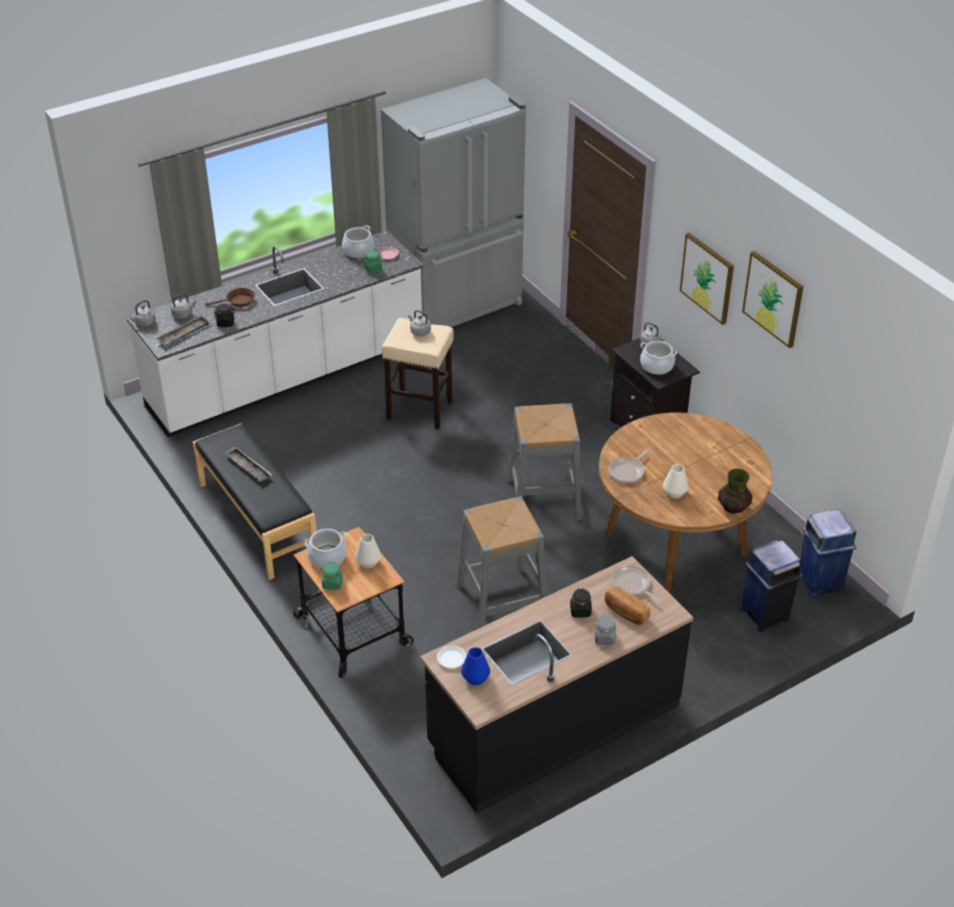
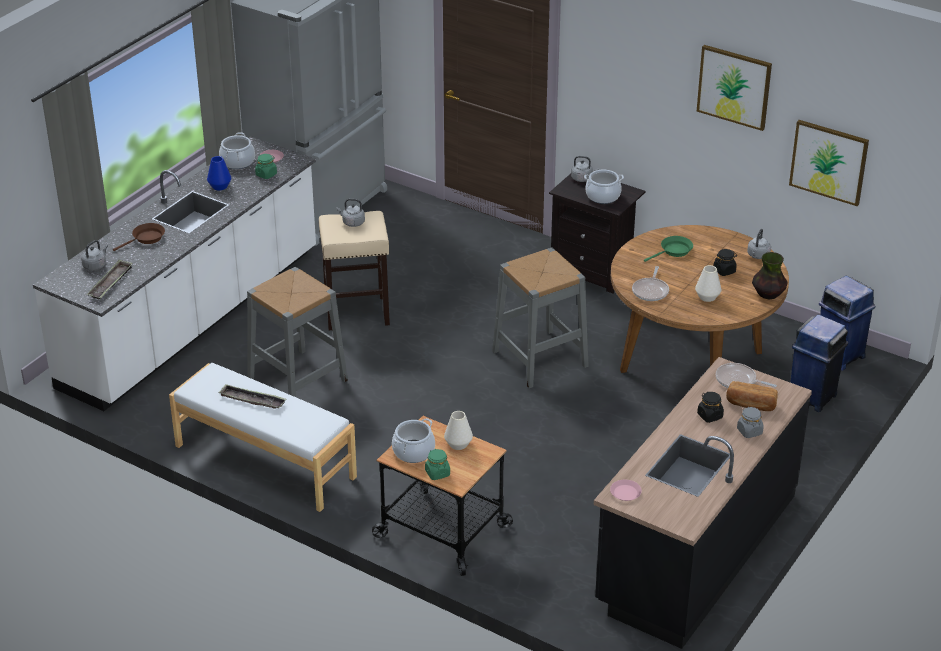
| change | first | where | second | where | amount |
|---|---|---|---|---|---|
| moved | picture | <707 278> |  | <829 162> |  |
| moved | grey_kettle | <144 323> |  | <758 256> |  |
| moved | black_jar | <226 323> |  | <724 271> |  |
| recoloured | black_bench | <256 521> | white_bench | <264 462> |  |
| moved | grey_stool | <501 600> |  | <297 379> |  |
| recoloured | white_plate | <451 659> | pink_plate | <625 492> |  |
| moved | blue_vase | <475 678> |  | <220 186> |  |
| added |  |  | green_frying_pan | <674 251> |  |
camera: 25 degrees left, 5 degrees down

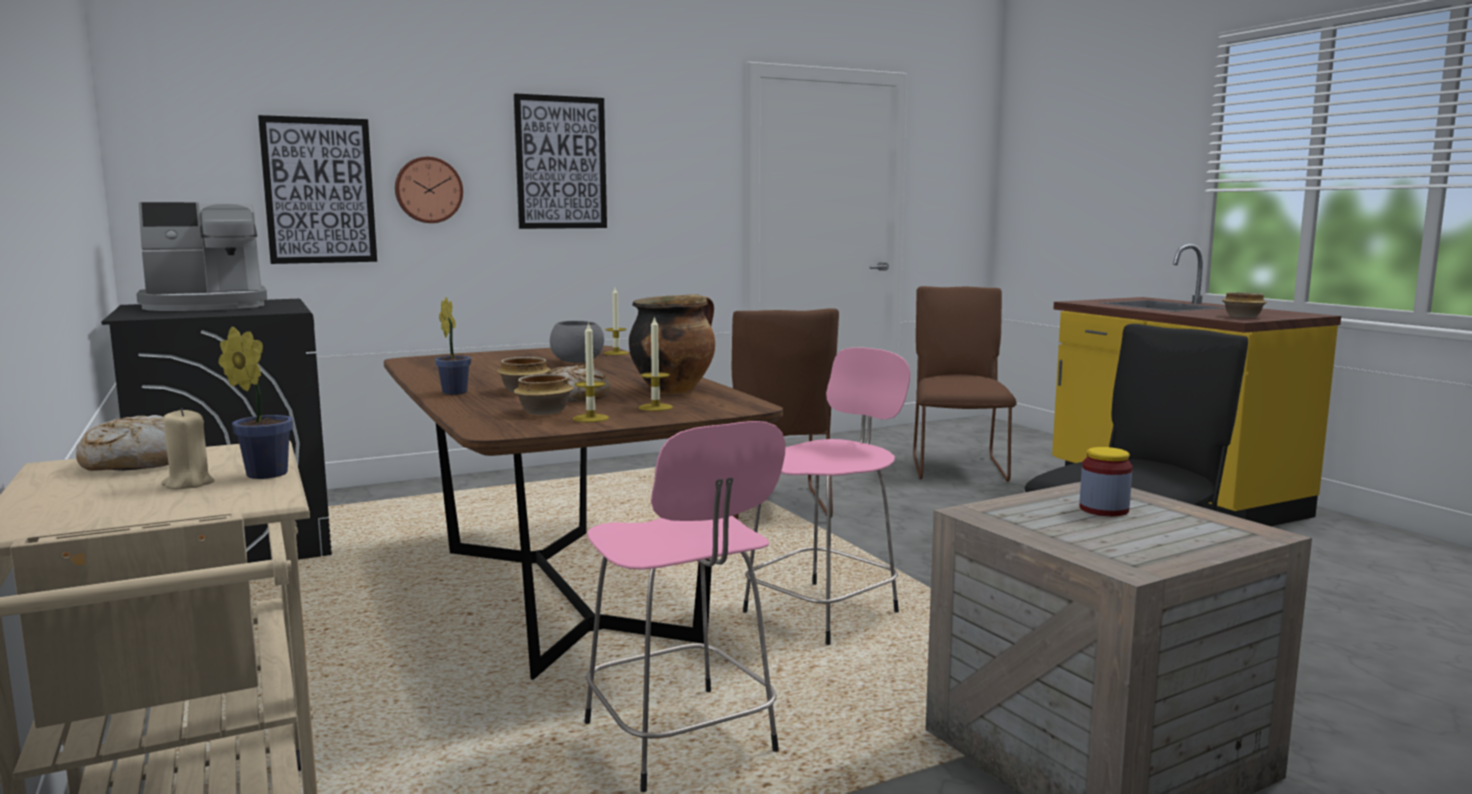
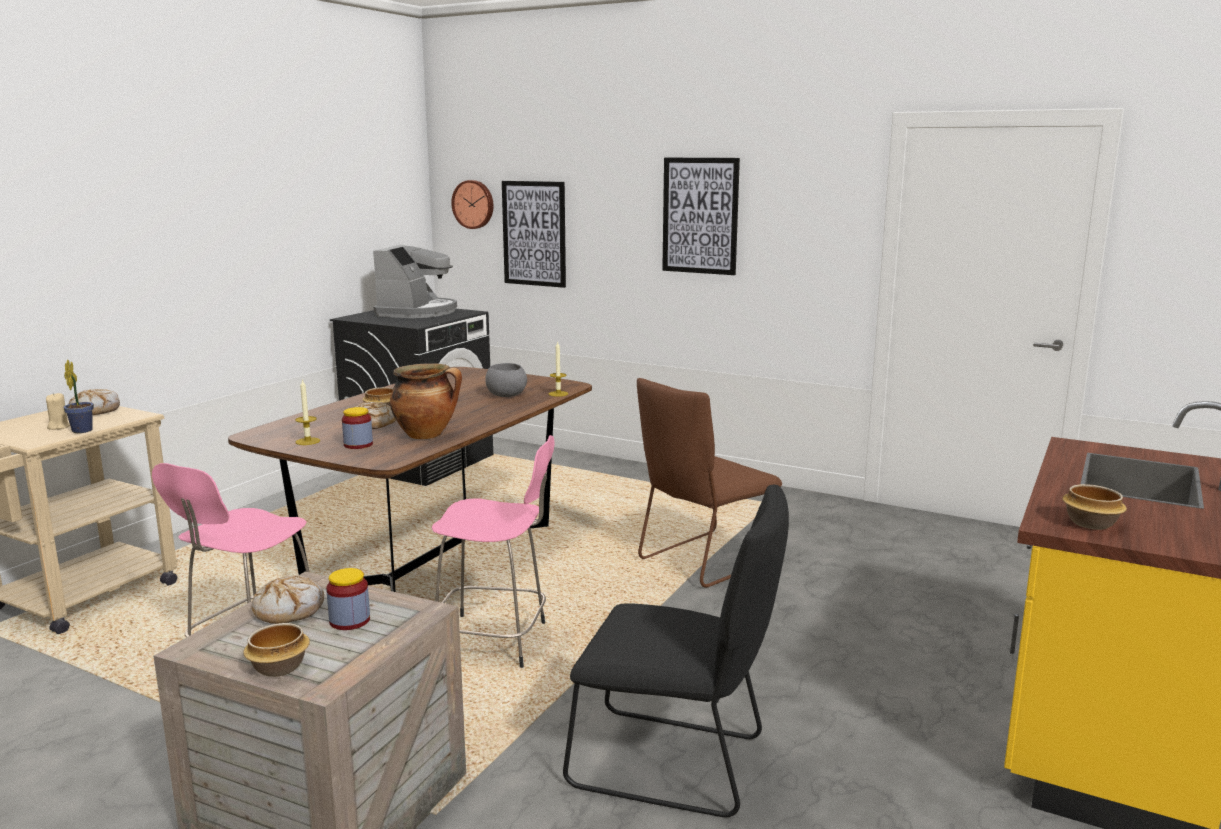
| change | first | where | second | where | amount |
|---|---|---|---|---|---|
| moved | wall_clock | <428 190> |  | <474 204> |  |
| turned | coffee_machine | <206 306> |  | <417 312> | 105 degrees counterclockwise |
| removed | brown_chair | <957 467> |  |  |  |
| removed | potted_plant | <456 392> |  |  |  |
| replaced | candle | <655 407> | jar | <358 445> |  |
| moved | bowl | <545 412> |  | <279 668> |  |
| added |  |  | bread | <289 610> |  |
camera: 55 degrees right, 5 degrees up

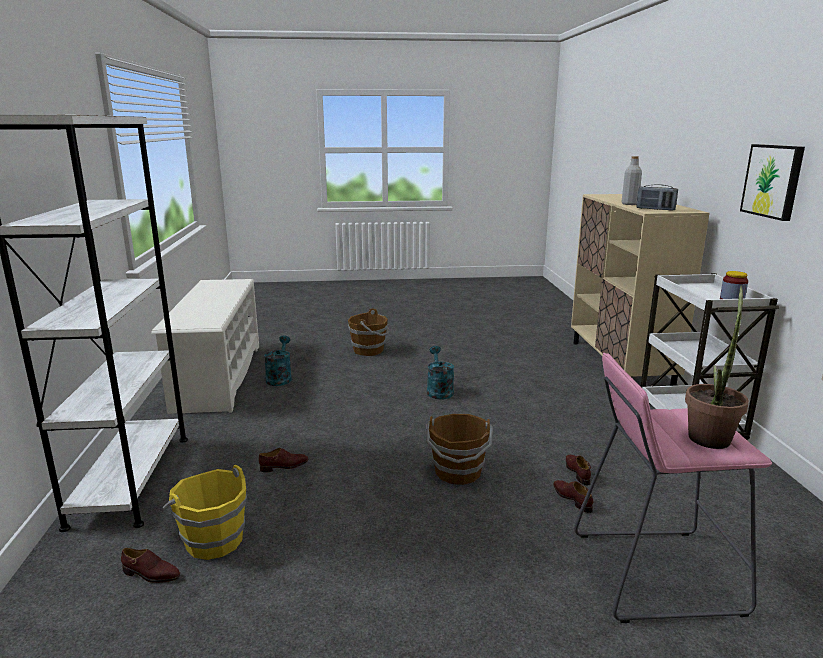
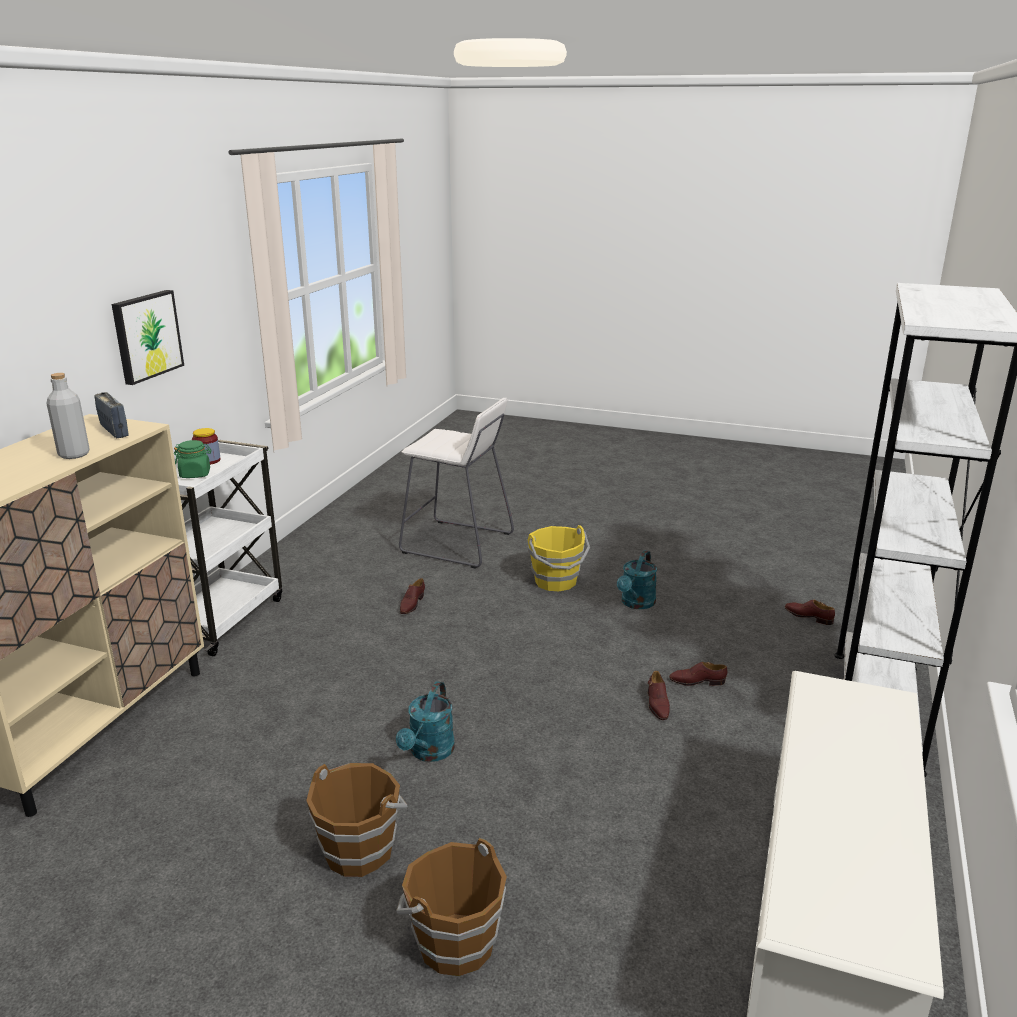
| change | first | where | second | where | amount |
|---|---|---|---|---|---|
| removed | potted_plant | <710 435> |  |  |  |
| moved | turquoise_watering_can | <279 378> |  | <636 604> |  |
| recoloured | pink_stool | <655 572> | white_stool | <457 544> |  |
| moved | brown_bucket | <458 473> |  | <360 849> |  |
| moved | yellow_bucket | <213 540> |  | <556 581> |  |
| moved | brown_shoe | <572 499> |  | <657 704> |  |
| added |  |  | green_jar | <195 474> |  |
camera: 155 degrees left, 5 degrees up

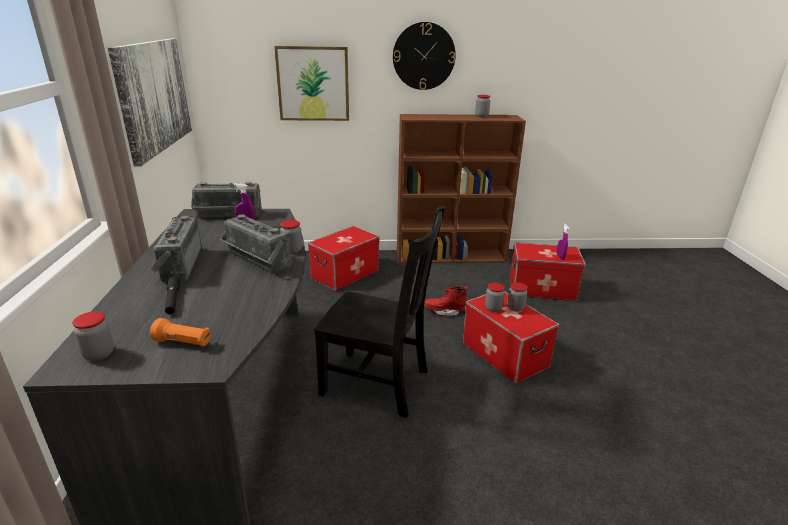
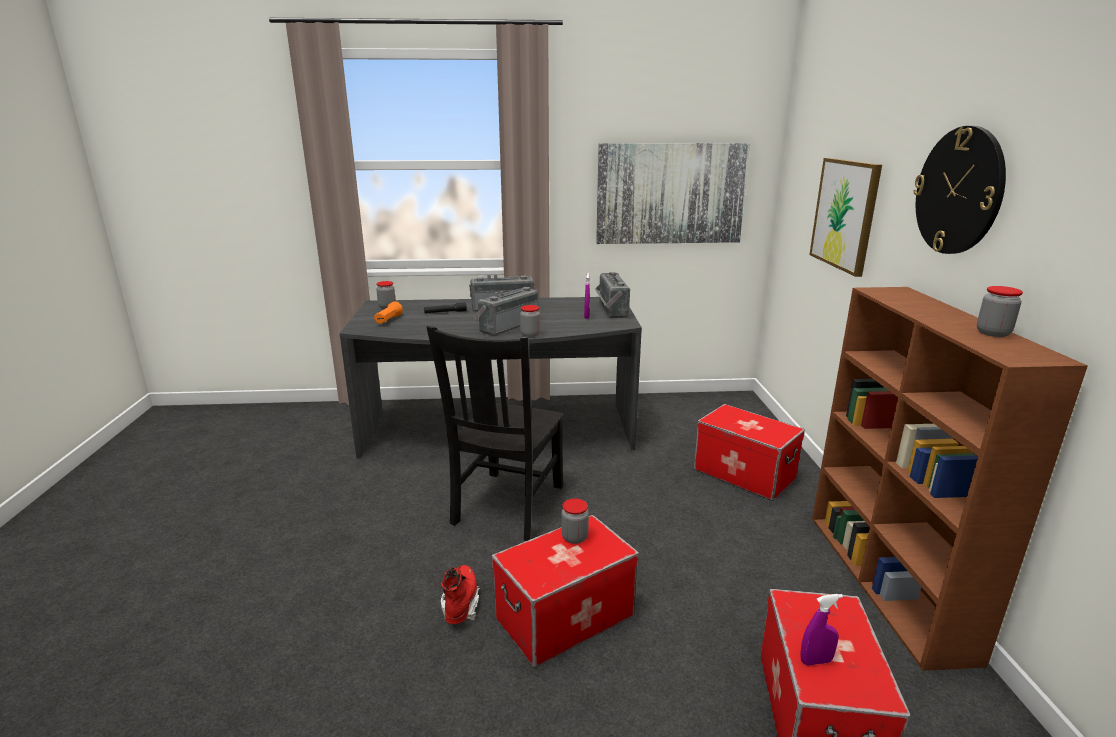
| change | first | where | second | where | amount |
|---|---|---|---|---|---|
| removed | jar | <515 308> |  |  |  |
| moved | red_boot | <444 311> |  | <460 604> |  |
camera: 90 degrees right, 5 degrees down

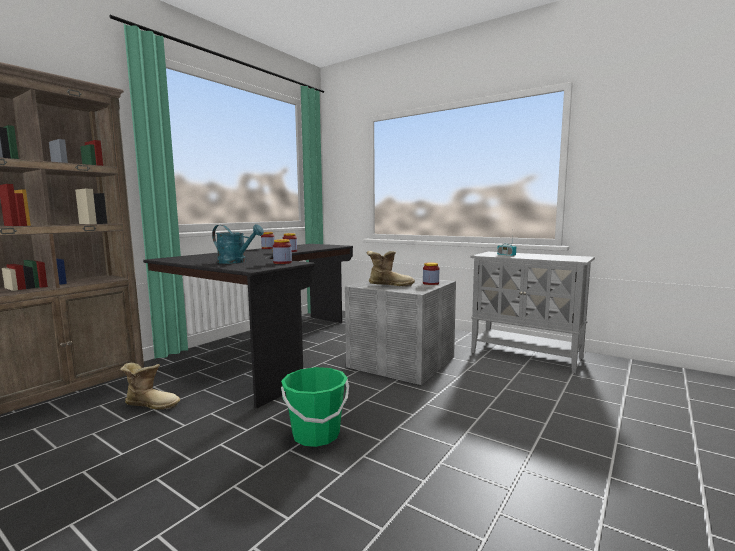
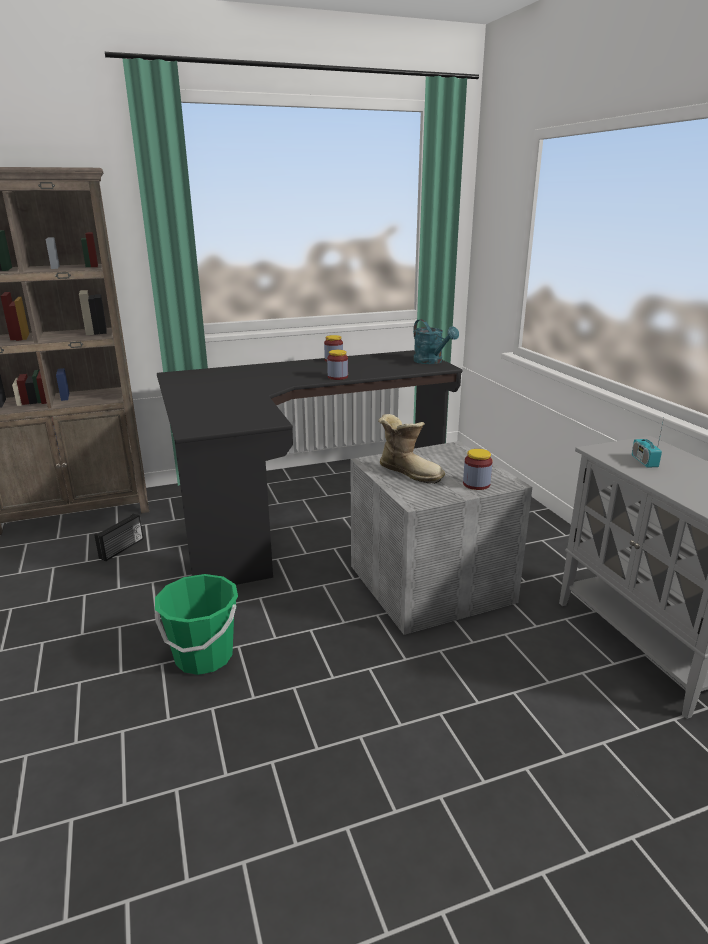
| change | first | where | second | where | amount |
|---|---|---|---|---|---|
| moved | turquoise_watering_can | <236 262> |  | <431 362> |  |
| removed | jar | <282 263> |  |  |  |
| replaced | boot | <152 404> | radio | <122 548> |  |
camera: 35 degrees right, 15 degrees up

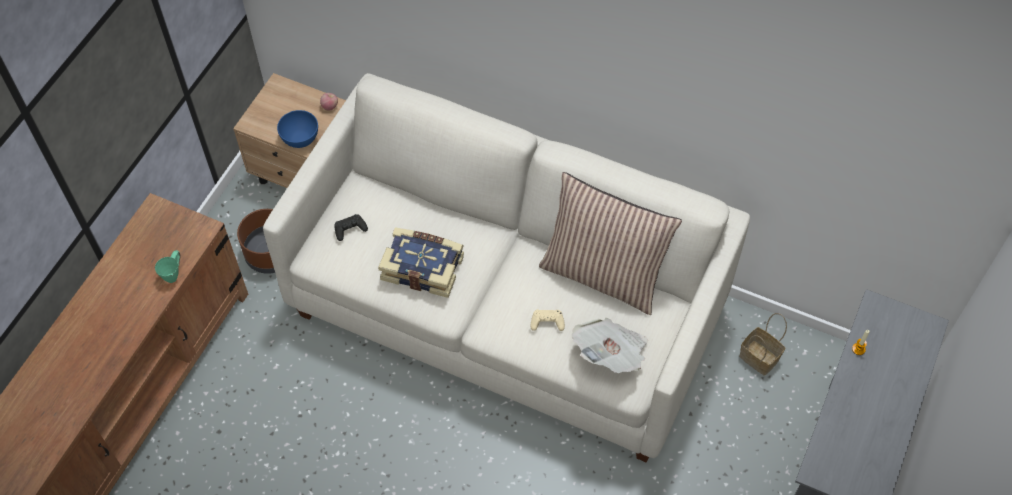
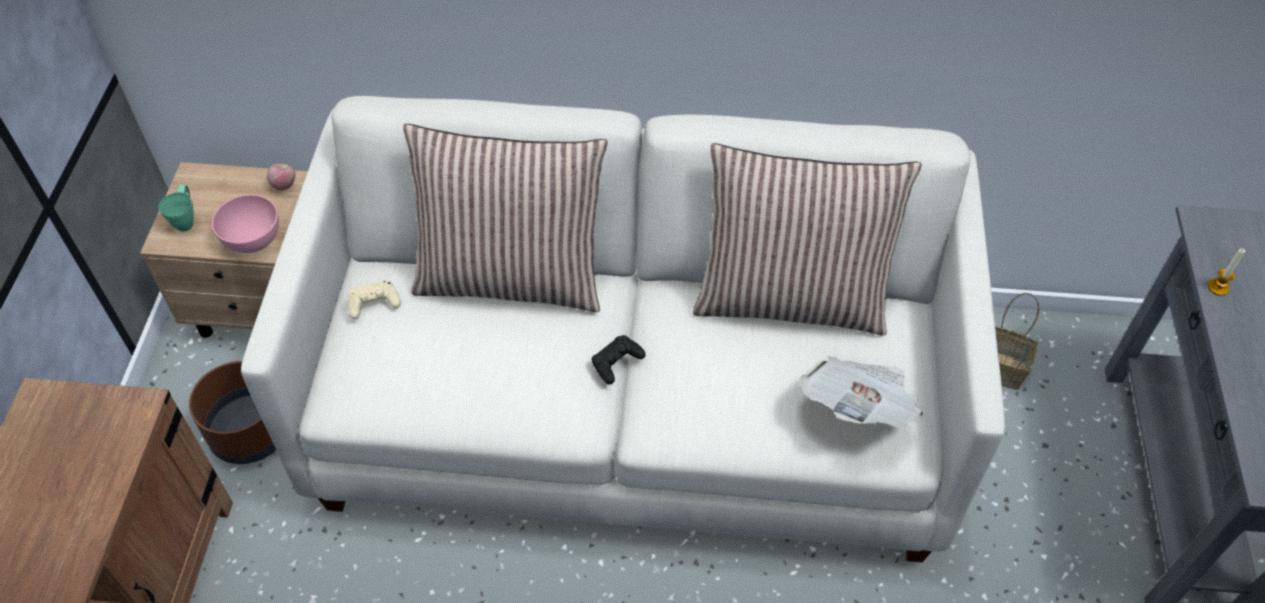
| change | first | where | second | where | amount |
|---|---|---|---|---|---|
| recoloured | blue_bowl | <300 139> | pink_bowl | <253 241> |  |
| moved | black_game_controller | <350 229> |  | <616 362> |  |
| removed | book | <423 267> |  |  |  |
| moved | green_mug | <174 273> |  | <186 219> |  |
| moved | beige_game_controller | <547 322> |  | <374 303> |  |
| added |  |  | pillow | <512 277> |  |
camera: 20 degrees left, 5 degrees down

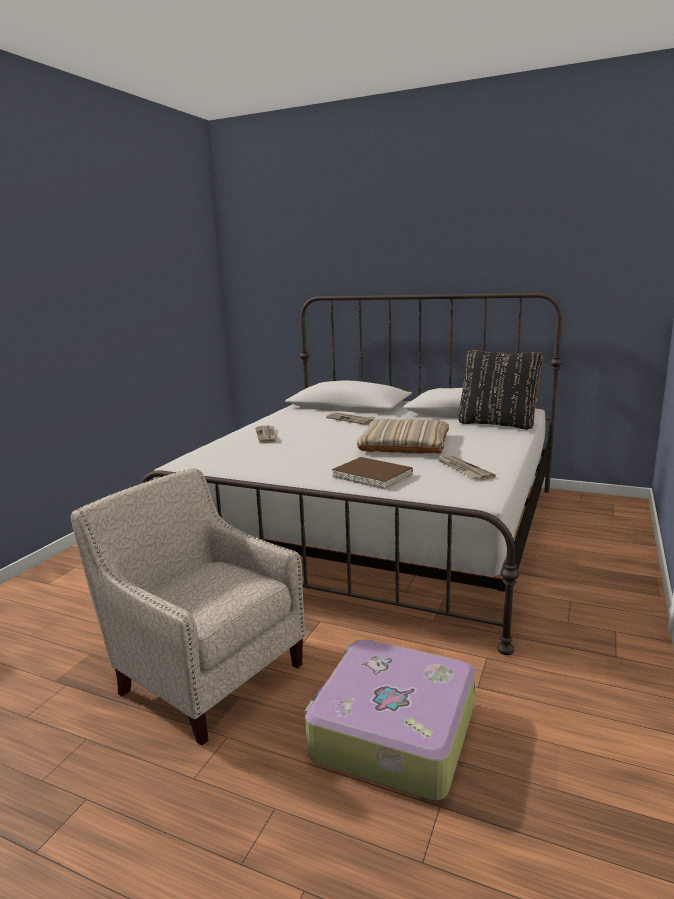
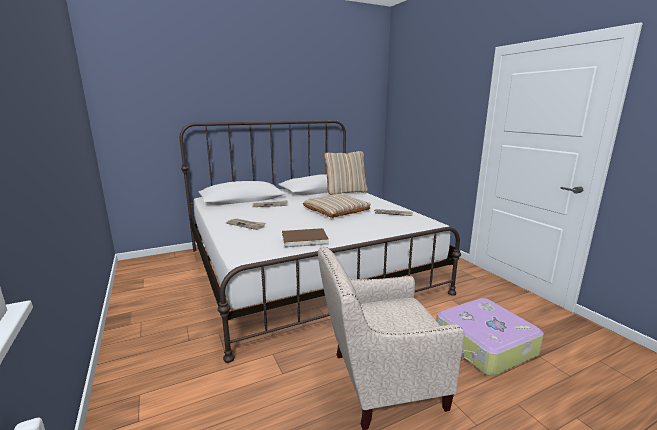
| change | first | where | second | where | amount |
|---|---|---|---|---|---|
| recoloured | black_pillow | <497 424> | beige_pillow | <345 192> |  |
| moved | brown_book | <372 476> |  | <304 240> |  |
camera: 50 degrees left, 0 degrees up

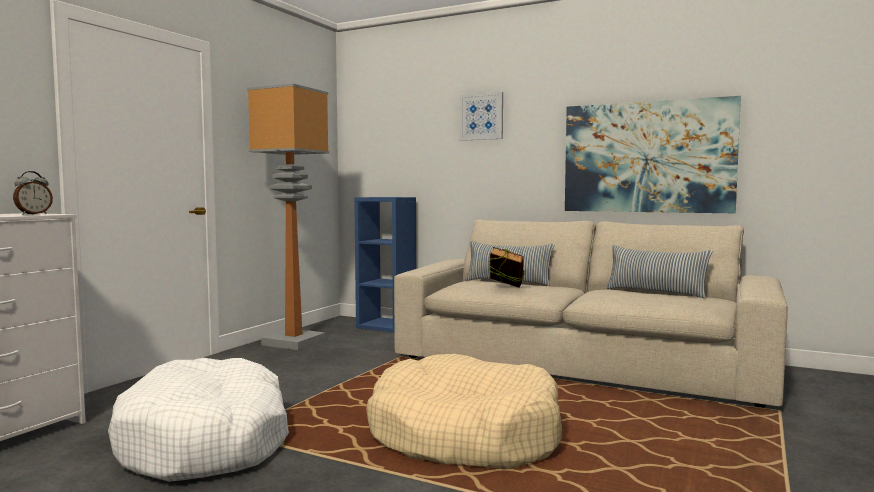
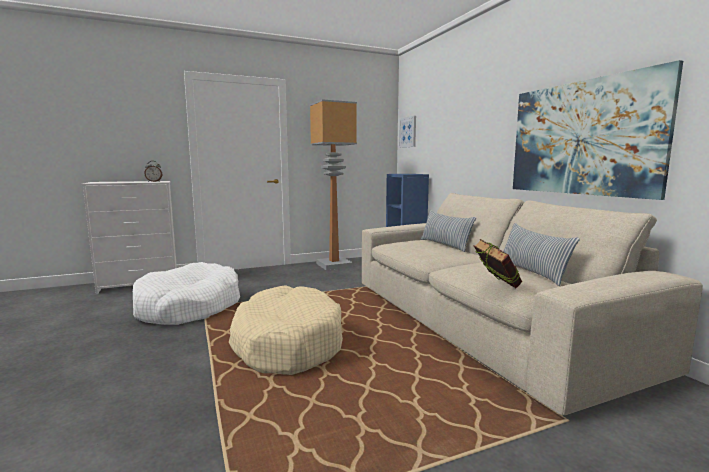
| change | first | where | second | where | amount |
|---|---|---|---|---|---|
| moved | picture | <481 116> |  | <408 132> |  |
| moved | book | <506 289> |  | <496 287> |  |
camera: 40 degrees right, 5 degrees up

